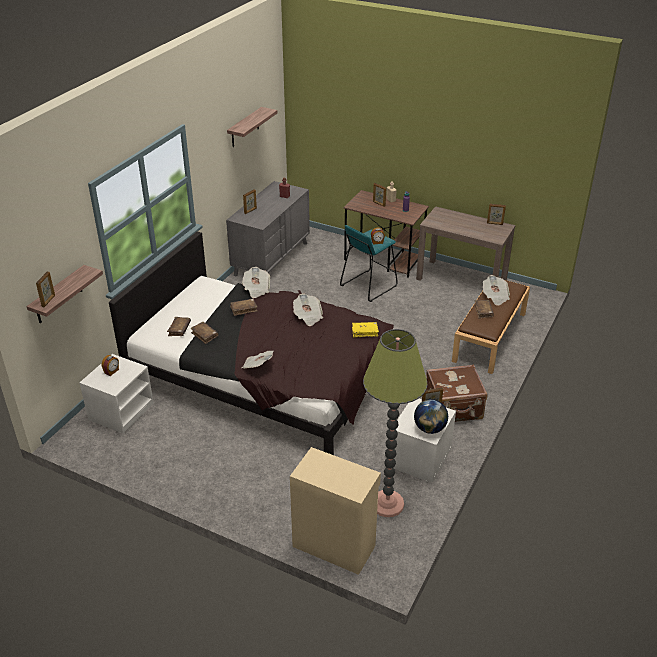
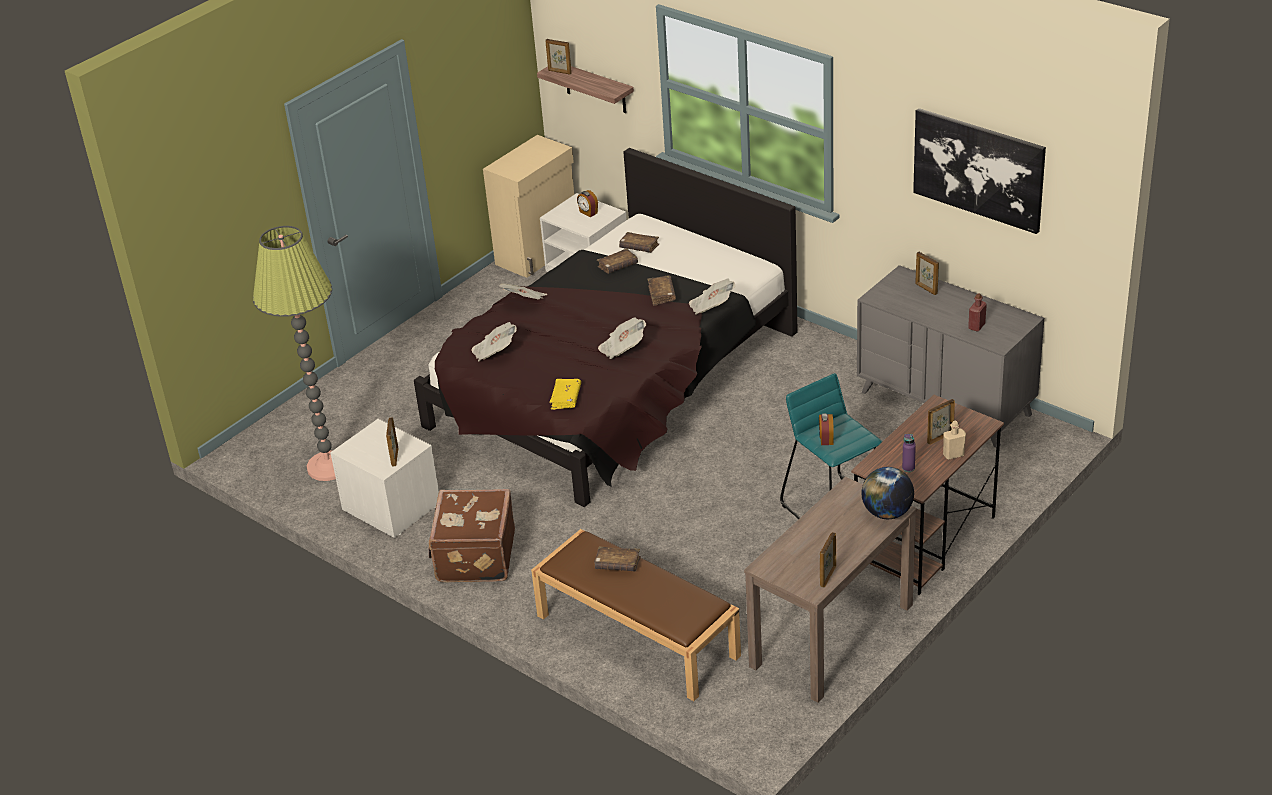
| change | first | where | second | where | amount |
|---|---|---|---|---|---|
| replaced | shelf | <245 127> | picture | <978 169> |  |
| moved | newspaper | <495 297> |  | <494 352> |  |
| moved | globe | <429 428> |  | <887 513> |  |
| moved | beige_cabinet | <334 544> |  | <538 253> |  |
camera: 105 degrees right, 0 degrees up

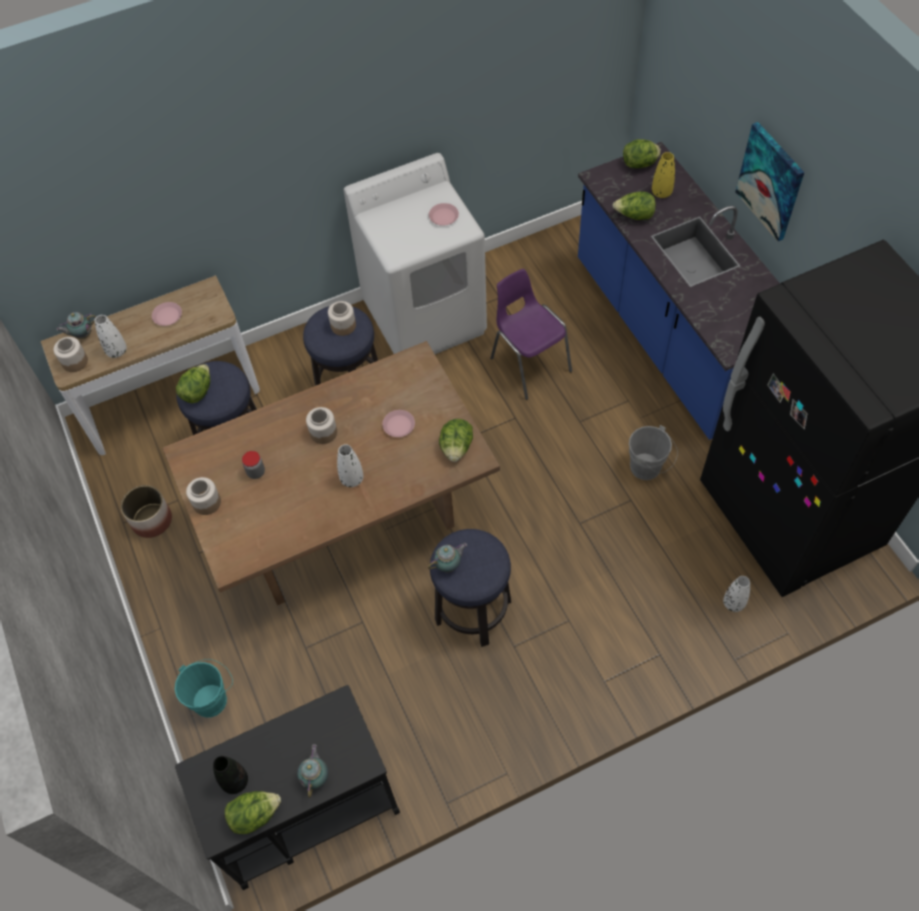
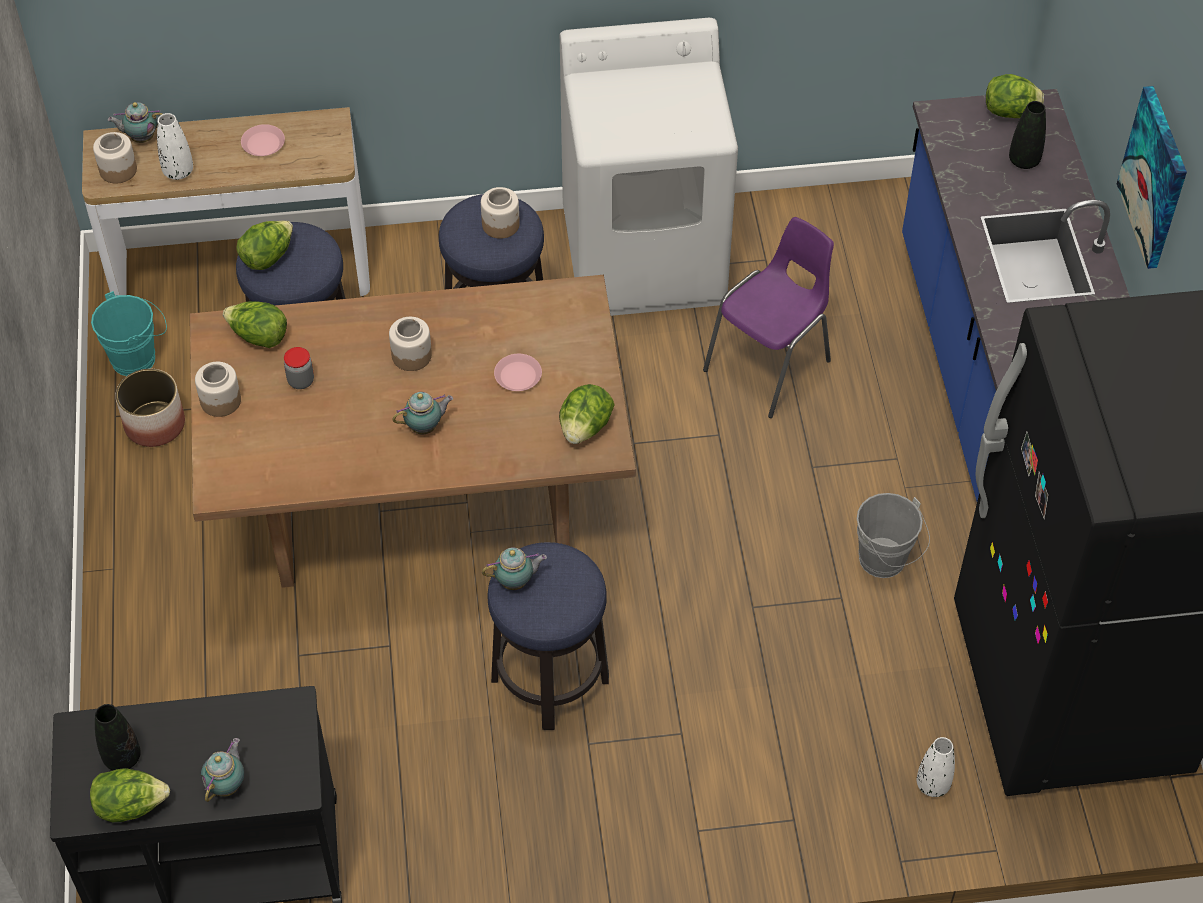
| change | first | where | second | where | amount |
|---|---|---|---|---|---|
| recoloured | yellow_vase | <661 193> | black_vase | <1024 161> |  |
| moved | lettuce | <634 216> |  | <258 337> |  |
| removed | pink_plate | <443 217> |  |  |  |
| turned | purple_chair | <529 363> |  | <770 365> | 60 degrees clockwise |
| replaced | white_vase | <352 479> | teapot | <425 427> |  |
| moved | turquoise_bucket | <213 698> |  | <138 357> |  |
camera: 15 degrees right, 5 degrees down

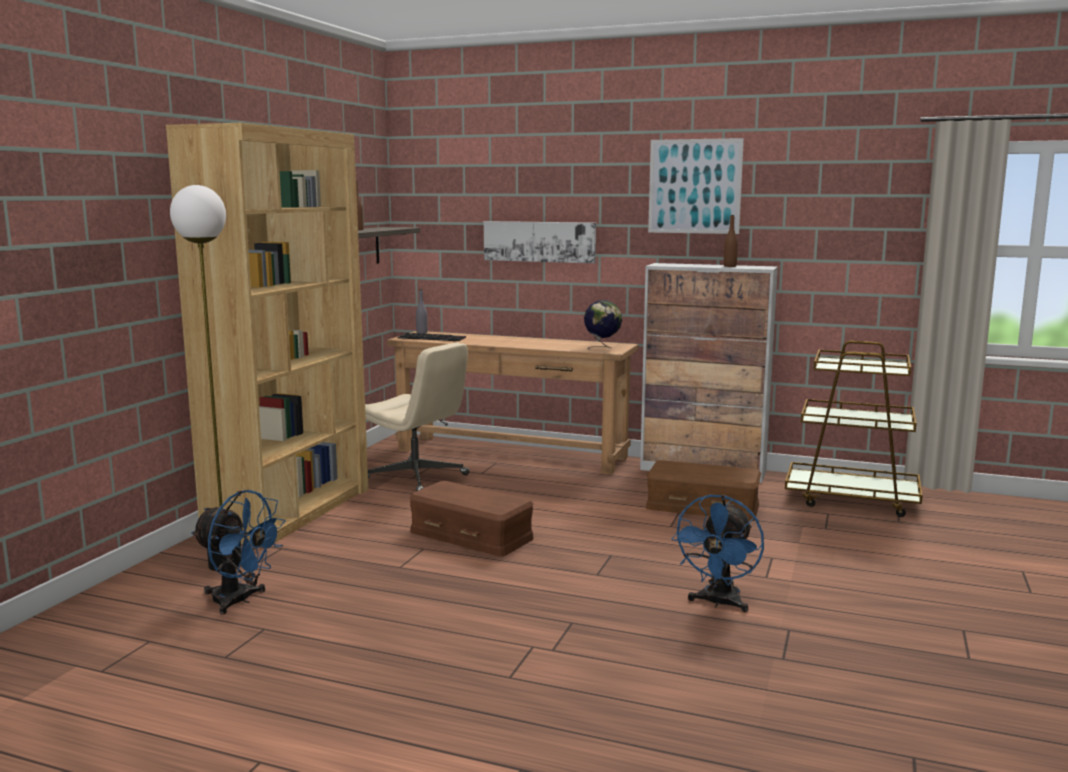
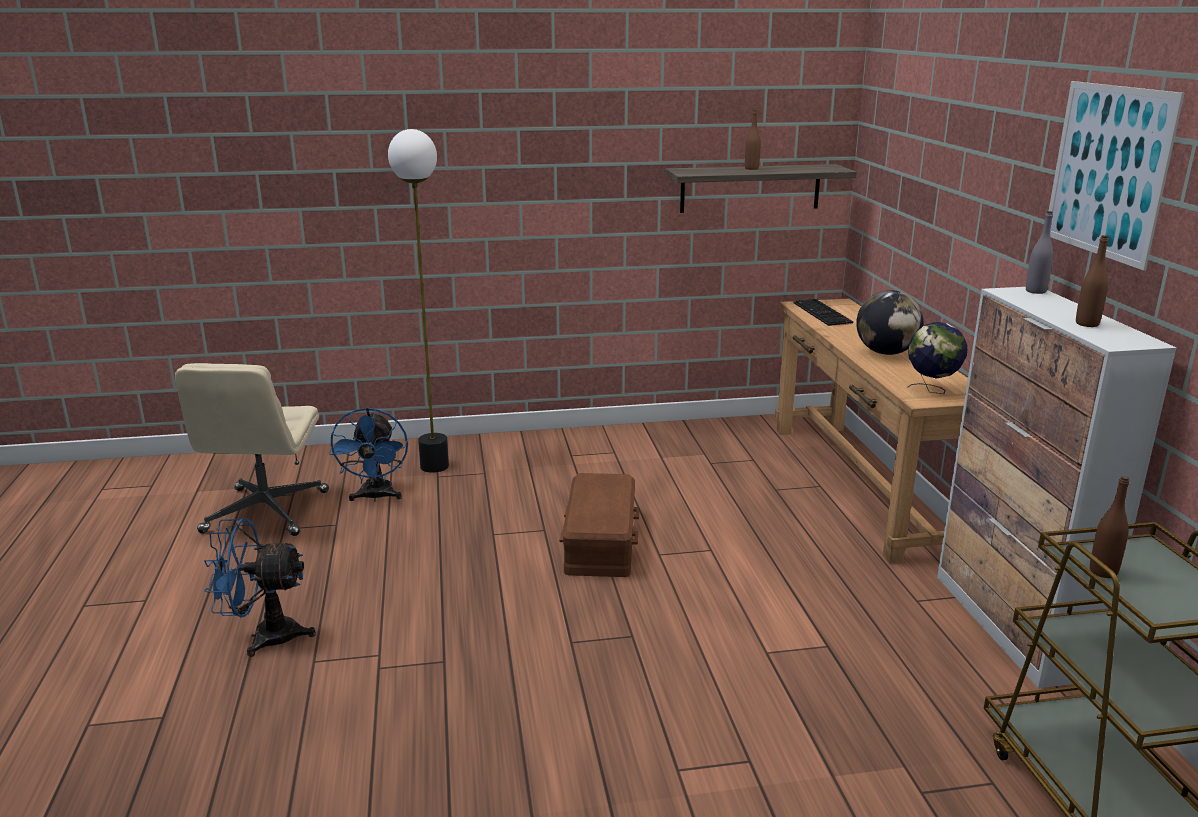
| change | first | where | second | where | amount |
|---|---|---|---|---|---|
| removed | brown_bookcase | <291 511> |  |  |  |
| removed | picture | <539 241> |  |  |  |
| moved | grey_bottle | <422 333> |  | <1035 291> |  |
| moved | beige_office_chair | <417 478> |  | <266 512> |  |
| removed | brown_storage_box | <703 506> |  |  |  |
| moved | blue_fan | <718 603> |  | <264 636> |  |
| added |  |  | globe | <886 353> |  |
| added |  |  | brown_bottle | <1103 572> |  |
camera: 60 degrees right, 10 degrees up

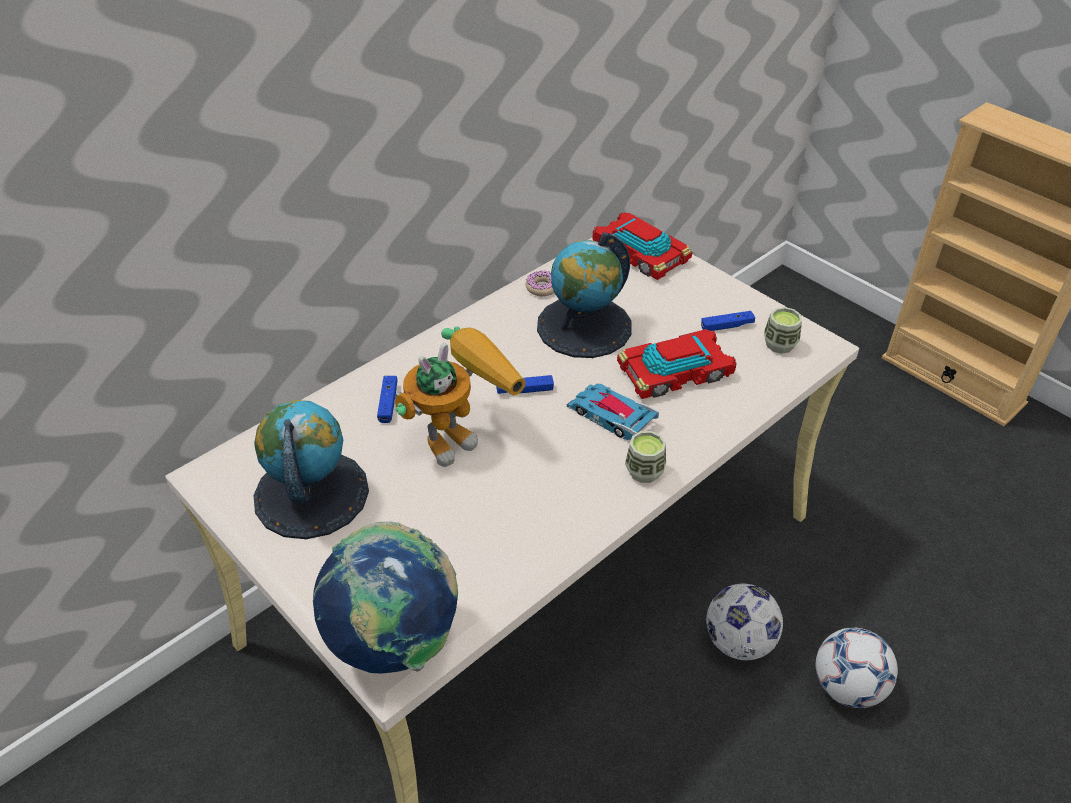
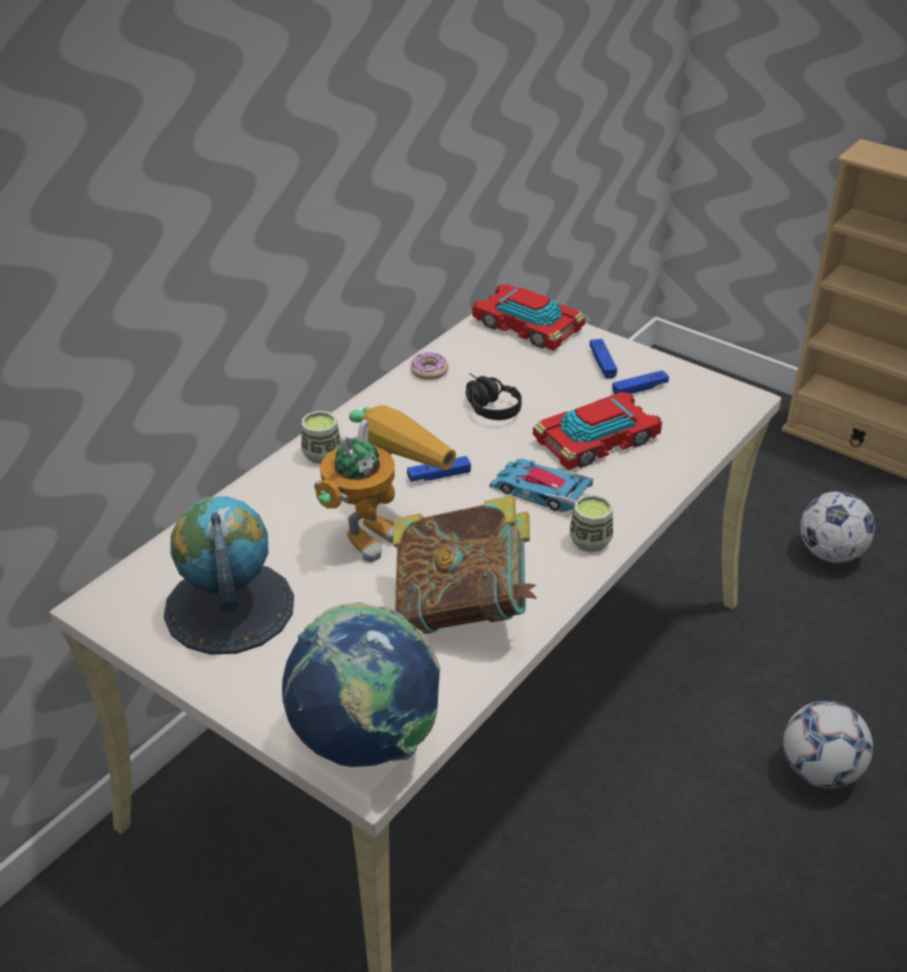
| change | first | where | second | where | amount |
|---|---|---|---|---|---|
| replaced | globe | <584 327> | black_headphones | <486 405> |  |
| moved | cup | <779 344> |  | <321 454> |  |
| moved | blue_game_controller | <388 403> |  | <602 363> |  |
| moved | football | <739 642> |  | <830 553> |  |
| added |  |  | book | <462 608> |  |
camera: 10 degrees left, 5 degrees down

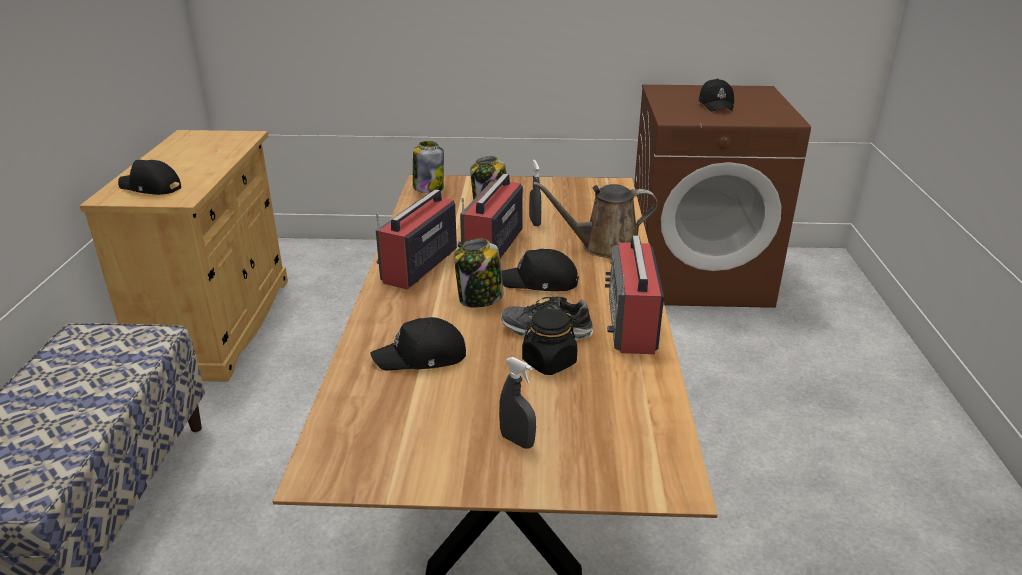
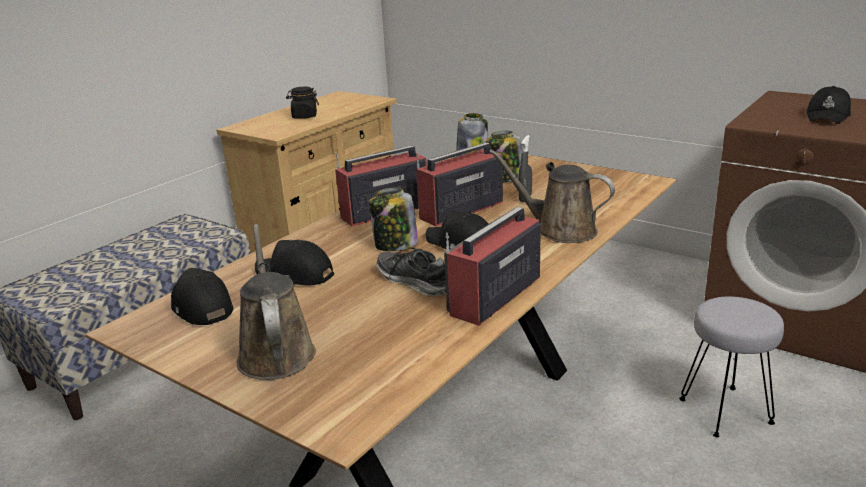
| change | first | where | second | where | amount |
|---|---|---|---|---|---|
| moved | black_cap | <150 188> |  | <200 307> |  |
| moved | black_jar | <549 362> |  | <304 116> |  |
| replaced | grey_spray_bottle | <517 441> | brown_watering_can | <275 352> |  |
| added |  |  | grey_stool | <725 412> |  |
camera: 35 degrees right, 5 degrees down

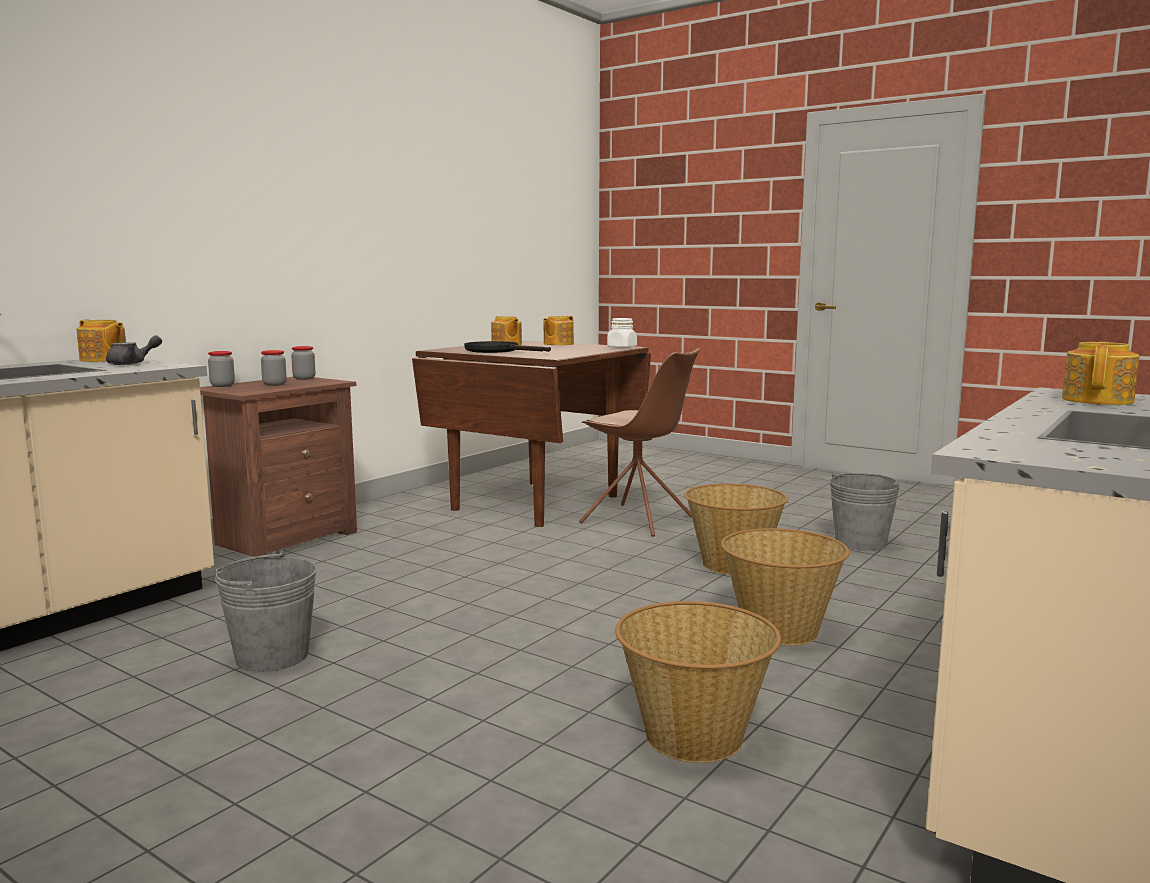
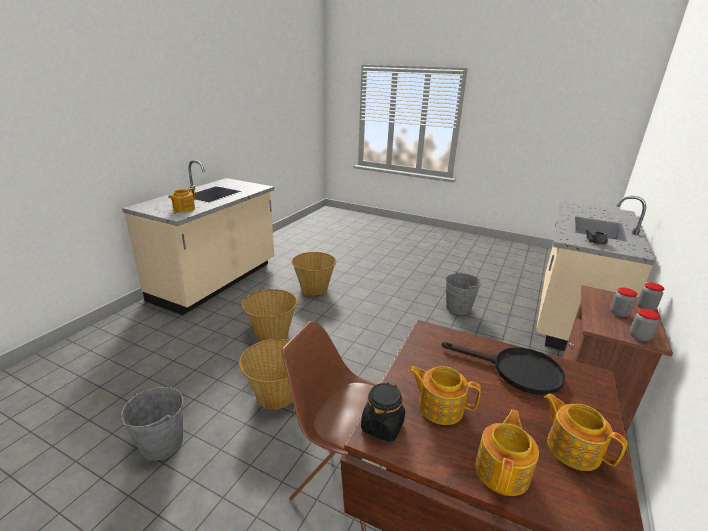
| change | first | where | second | where | amount |
|---|---|---|---|---|---|
| recoloured | white_jar | <621 347> | black_jar | <382 426> |  |
| moved | teapot | <103 360> |  | <439 407> |  |
camera: 170 degrees right, 15 degrees up

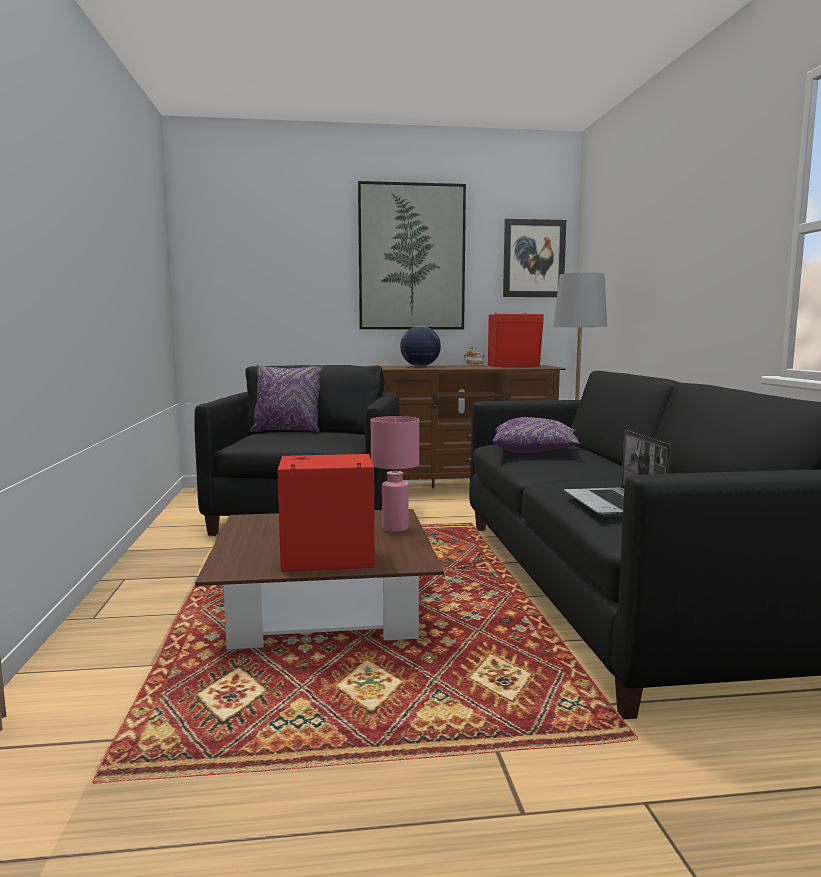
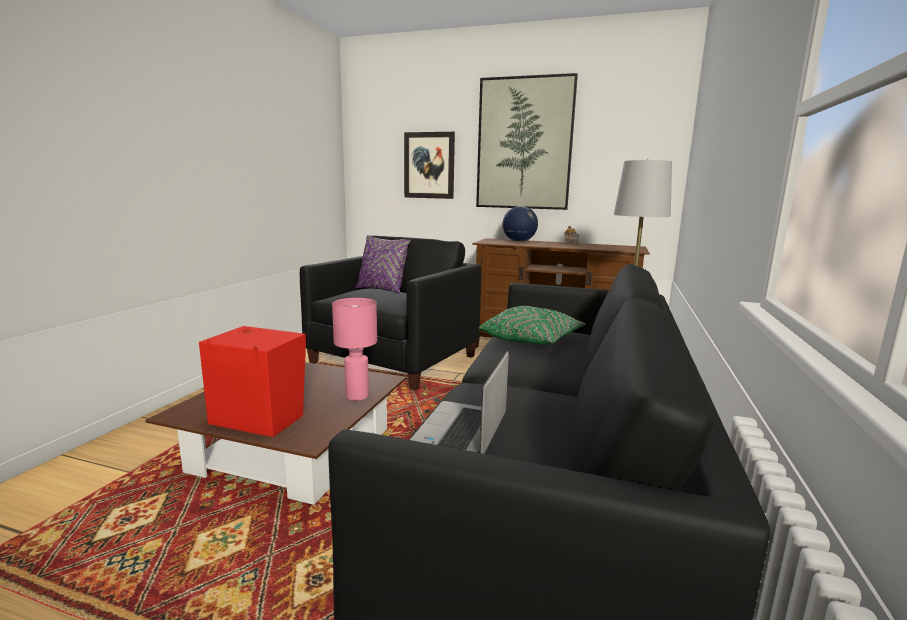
| change | first | where | second | where | amount |
|---|---|---|---|---|---|
| moved | picture | <534 258> |  | <429 165> |  |
| removed | red_speaker | <515 366> |  |  |  |
| recoloured | purple_pillow | <534 451> | green_pillow | <532 340> |  |
camera: 25 degrees right, 5 degrees up

